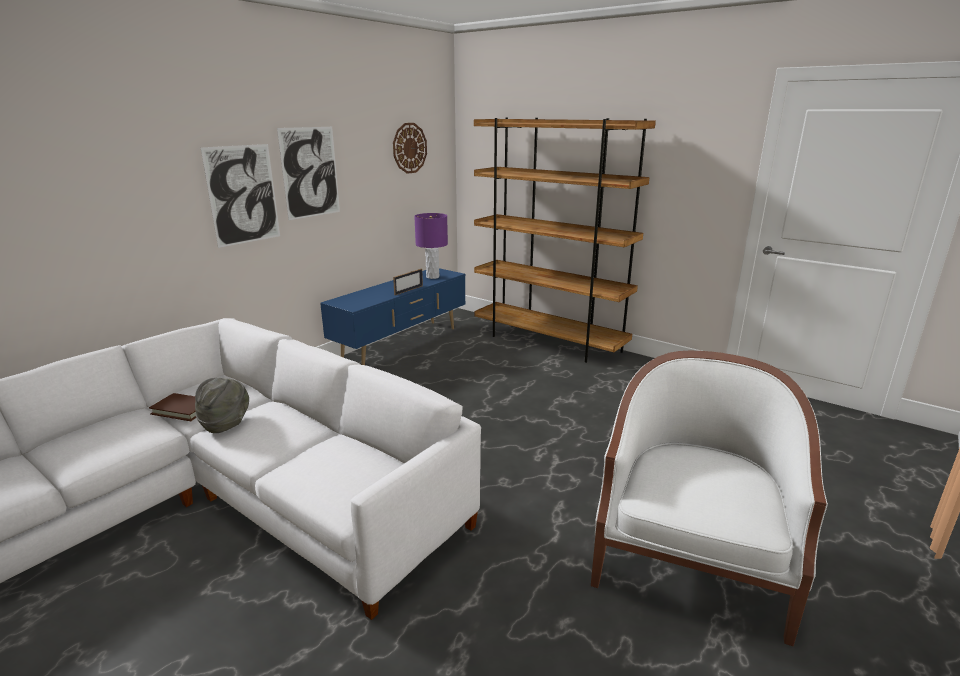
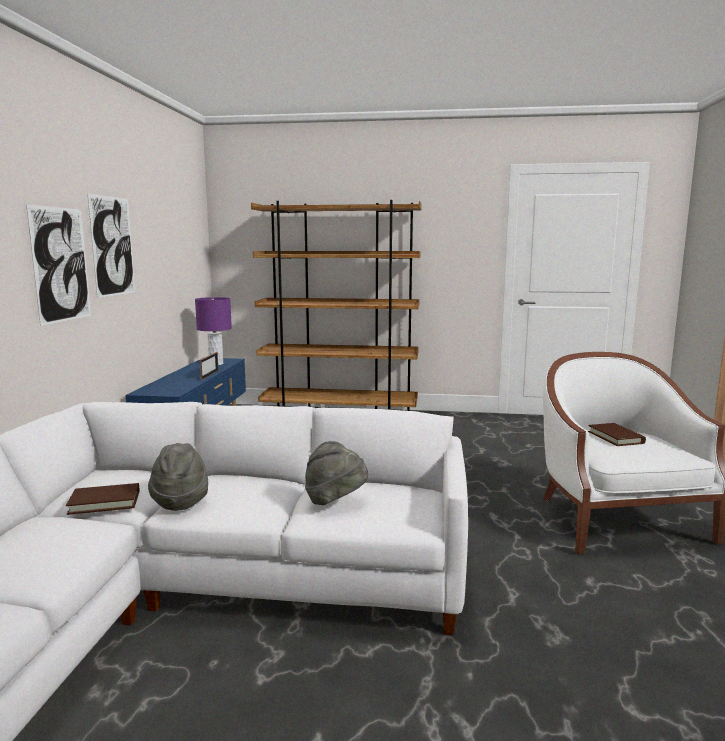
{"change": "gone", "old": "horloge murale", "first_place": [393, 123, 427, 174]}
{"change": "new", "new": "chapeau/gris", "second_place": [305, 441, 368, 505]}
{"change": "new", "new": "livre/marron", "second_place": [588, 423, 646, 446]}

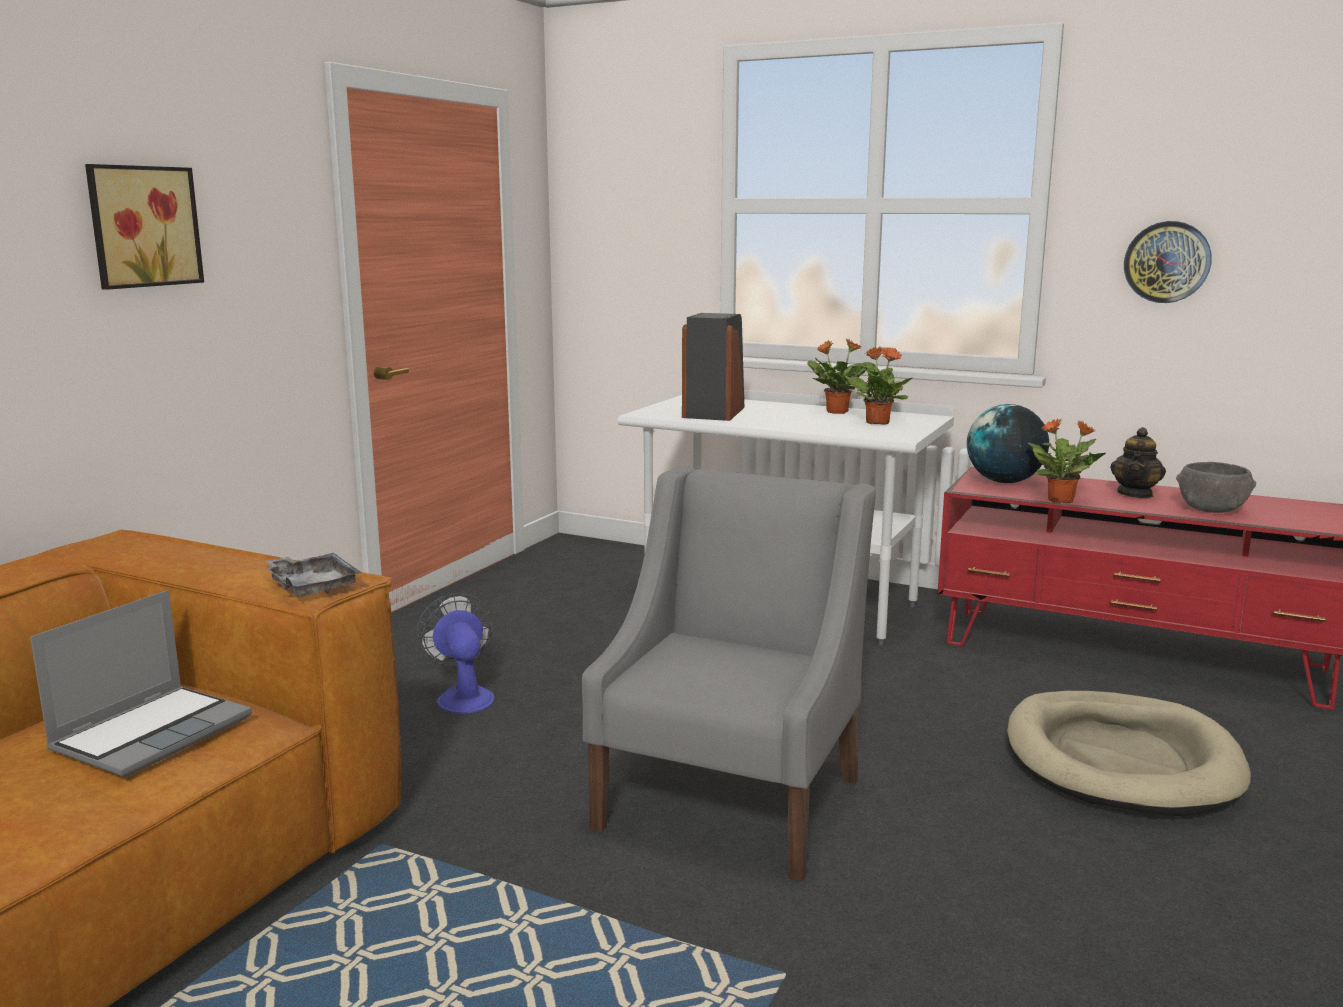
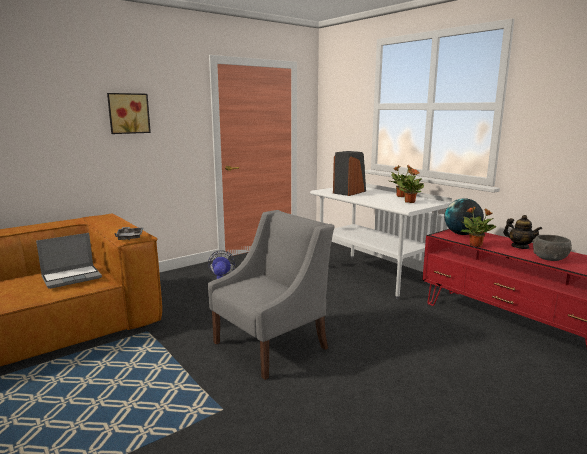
{"change": "gone", "old": "panier pour chien/beige", "first_place": [1007, 691, 1251, 816]}
{"change": "rotated", "old": "théière", "first_place": [1110, 427, 1166, 499], "second_place": [503, 215, 542, 249], "degrees": -90}
{"change": "gone", "old": "horloge murale", "first_place": [1124, 221, 1212, 303]}

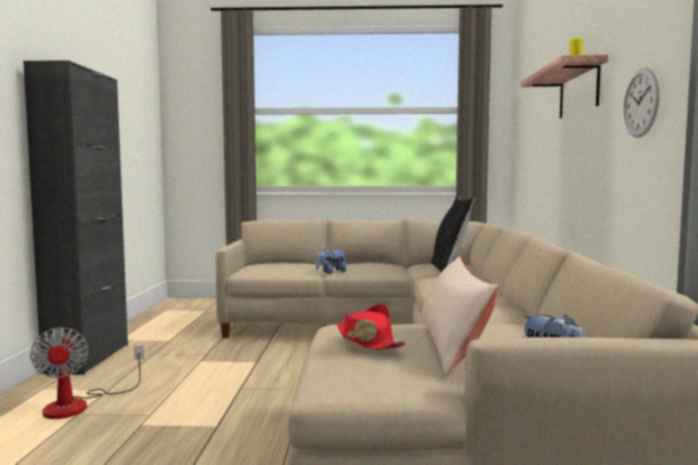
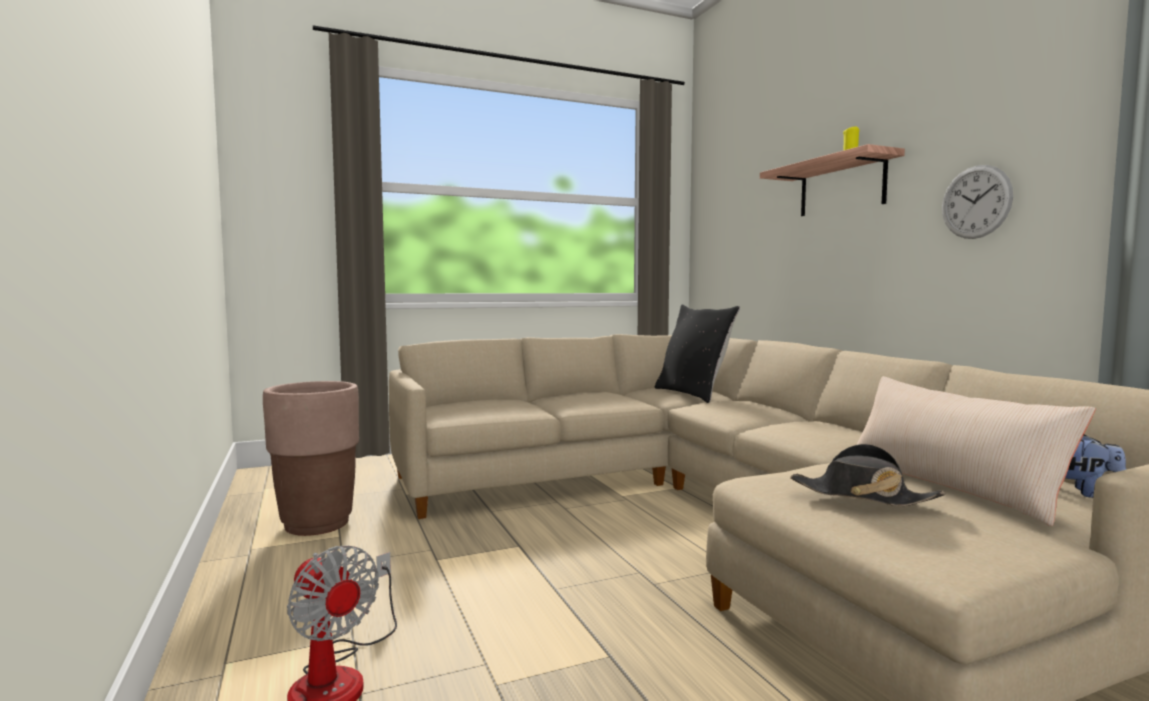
{"change": "gone", "old": "meuble de rangement/noir", "first_place": [23, 60, 128, 375]}
{"change": "gone", "old": "peluche", "first_place": [316, 248, 347, 274]}
{"change": "repainted", "old": "chapeau/rouge", "new": "chapeau/noir", "first_place": [337, 304, 406, 350], "second_place": [790, 444, 945, 506]}
{"change": "new", "new": "cache-pot/marron", "second_place": [263, 381, 359, 536]}

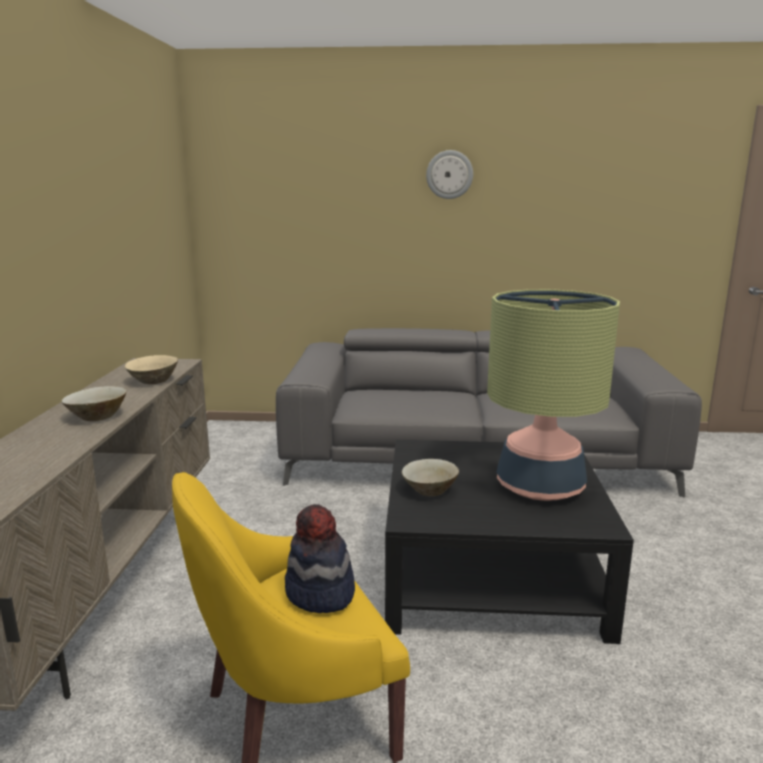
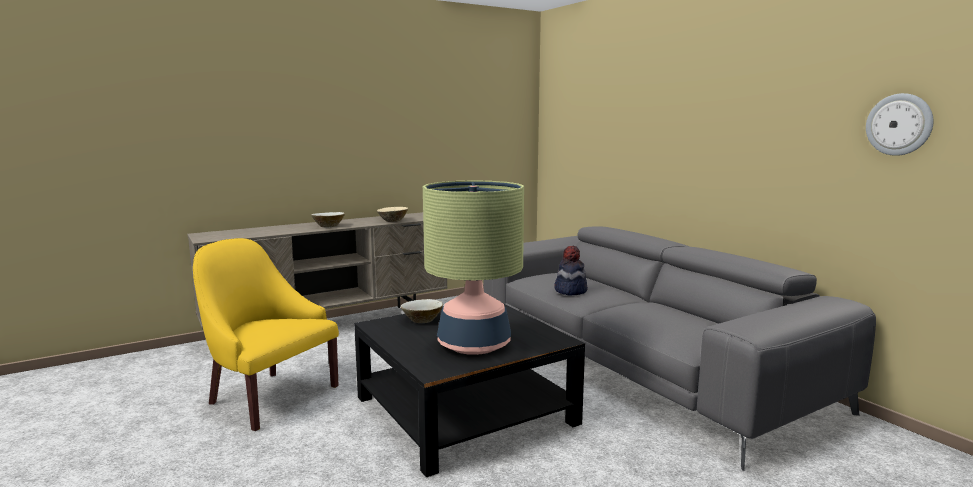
{"change": "shifted", "old": "chapeau", "first_place": [285, 504, 355, 613], "second_place": [554, 246, 588, 296]}
{"change": "shifted", "old": "horloge murale", "first_place": [426, 150, 473, 199], "second_place": [866, 93, 933, 156]}

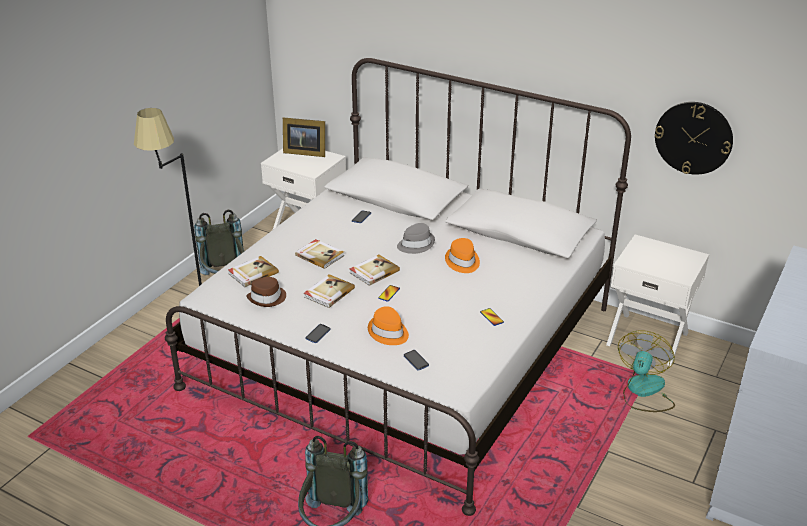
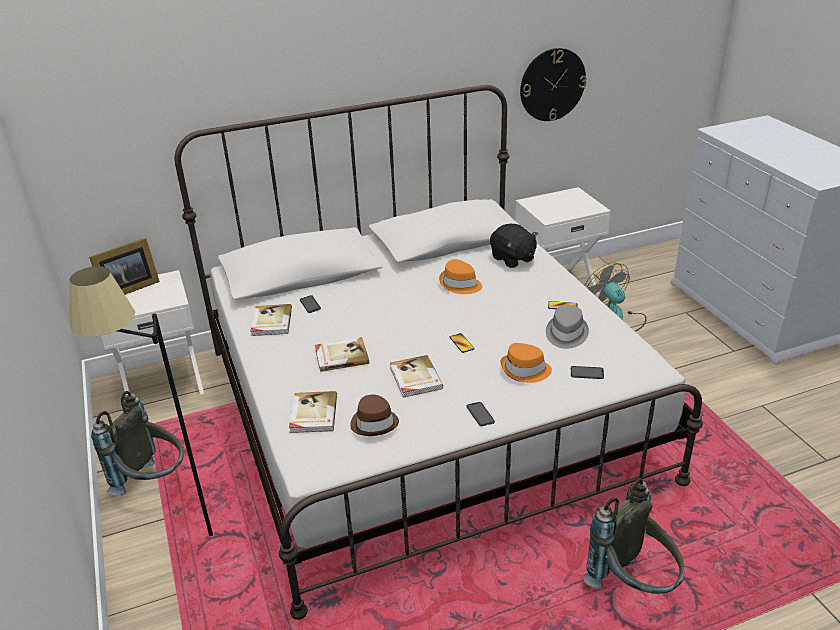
{"change": "shifted", "old": "livre", "first_place": [349, 254, 400, 286], "second_place": [250, 304, 292, 336]}
{"change": "shifted", "old": "chapeau/gris", "first_place": [397, 223, 435, 254], "second_place": [546, 305, 589, 349]}
{"change": "new", "new": "peluche/noir", "second_place": [490, 223, 538, 268]}

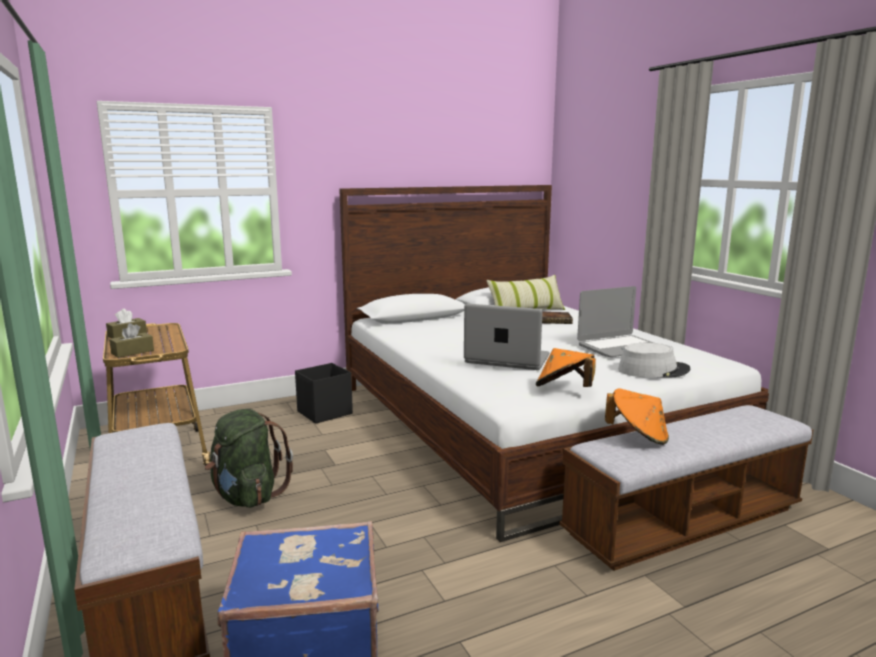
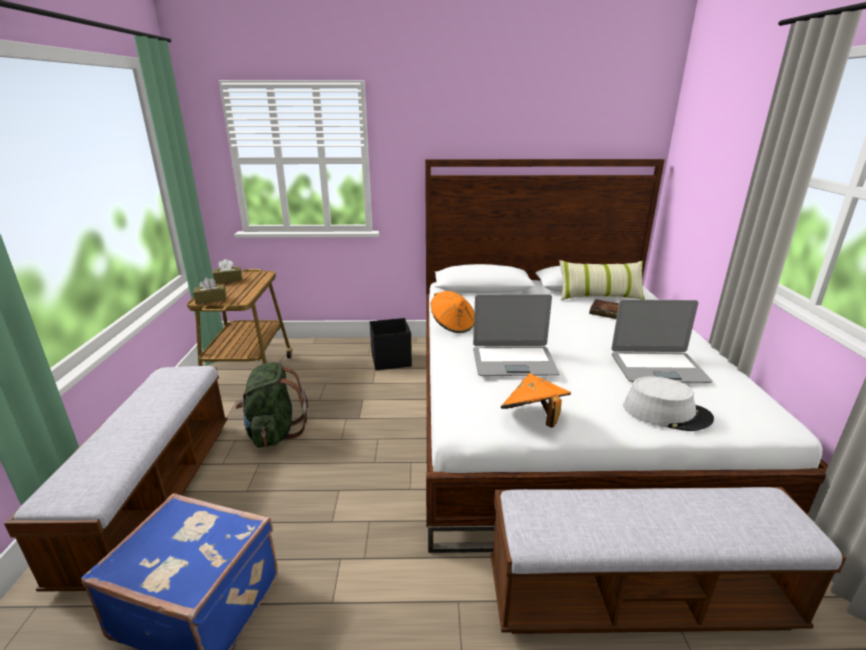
{"change": "rotated", "old": "ordinateur portable", "first_place": [464, 303, 549, 370], "second_place": [473, 294, 560, 376], "degrees": 135}
{"change": "shifted", "old": "chapeau/orange", "first_place": [605, 389, 669, 445], "second_place": [431, 291, 474, 333]}

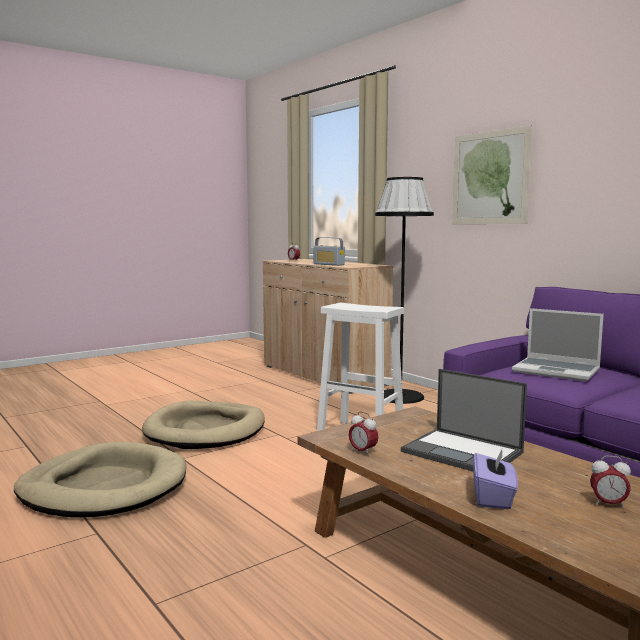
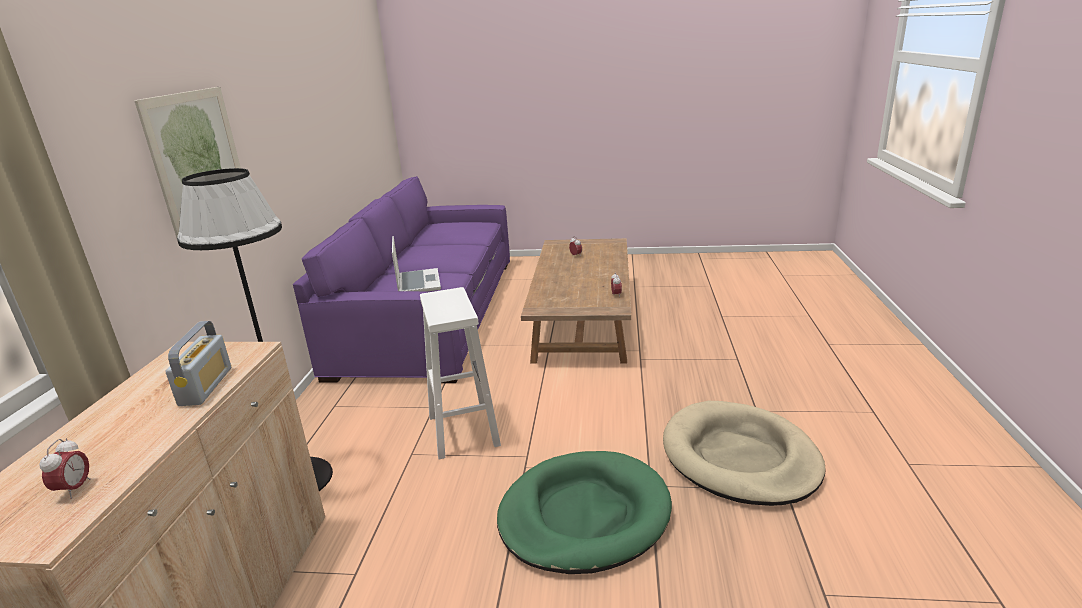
{"change": "repainted", "old": "panier pour chien/beige", "new": "panier pour chien/vert", "first_place": [142, 401, 265, 449], "second_place": [497, 451, 672, 574]}
{"change": "gone", "old": "ordinateur portable", "first_place": [401, 369, 527, 471]}
{"change": "gone", "old": "boîte à mouchoirs/violet", "first_place": [473, 447, 518, 509]}

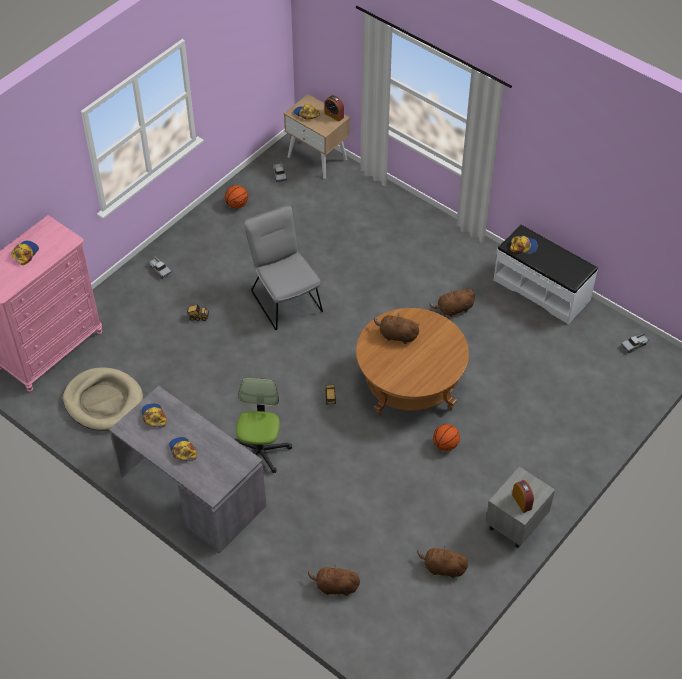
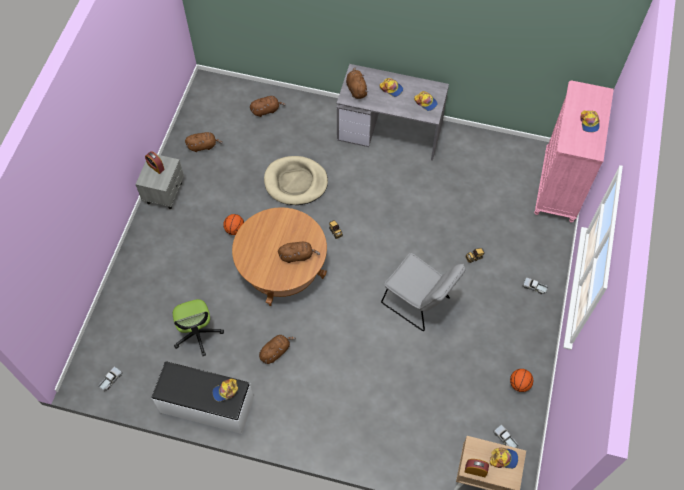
{"change": "shifted", "old": "panier pour chien/beige", "first_place": [63, 367, 143, 431], "second_place": [264, 156, 328, 205]}
{"change": "shifted", "old": "chaise de bureau", "first_place": [234, 378, 292, 473], "second_place": [173, 299, 224, 356]}
{"change": "new", "new": "peluche/marron", "second_place": [346, 67, 368, 99]}

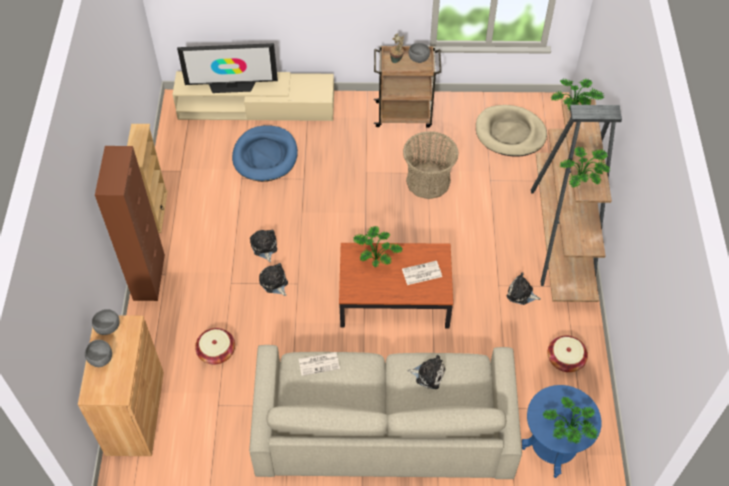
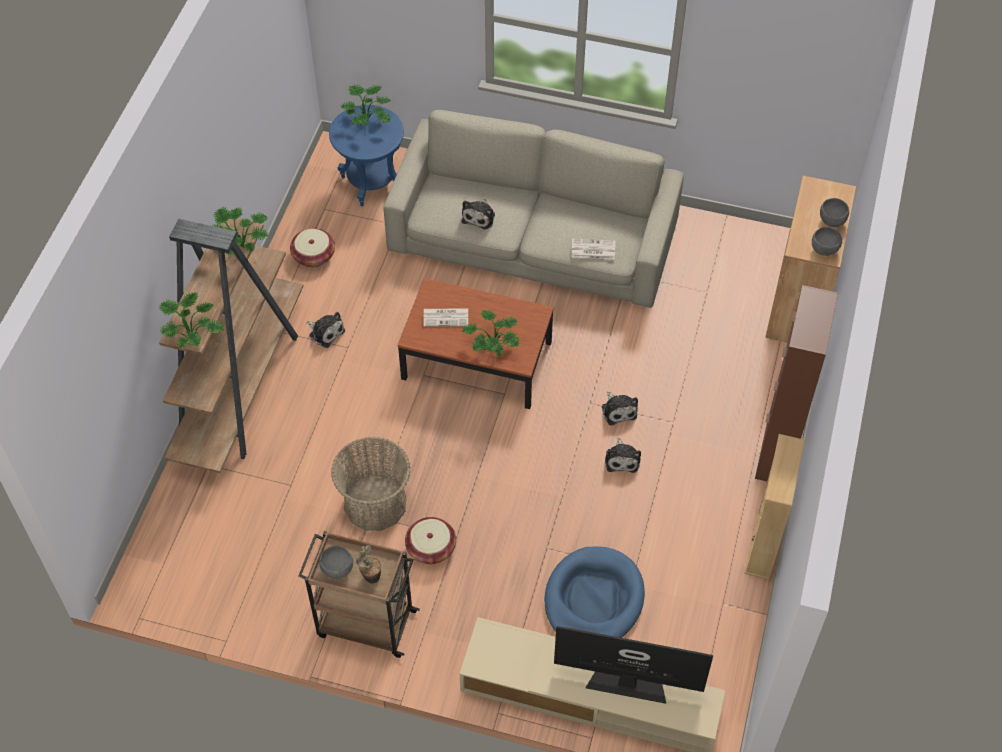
{"change": "shifted", "old": "panier", "first_place": [195, 328, 235, 365], "second_place": [405, 517, 456, 564]}
{"change": "rotated", "old": "peluche", "first_place": [407, 355, 445, 389], "second_place": [462, 199, 495, 229], "degrees": -105}
{"change": "gone", "old": "panier pour chien/beige", "first_place": [476, 105, 547, 157]}

